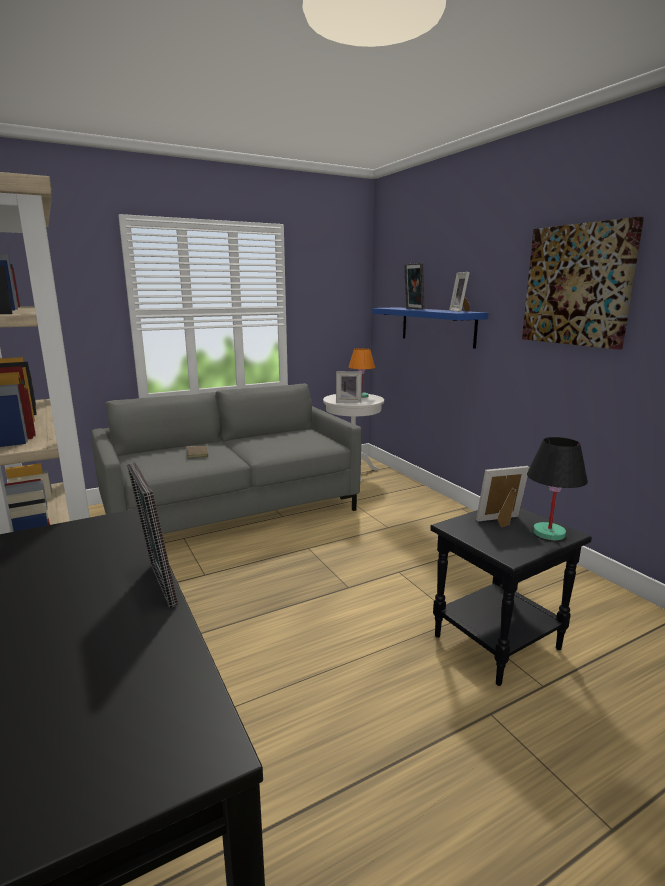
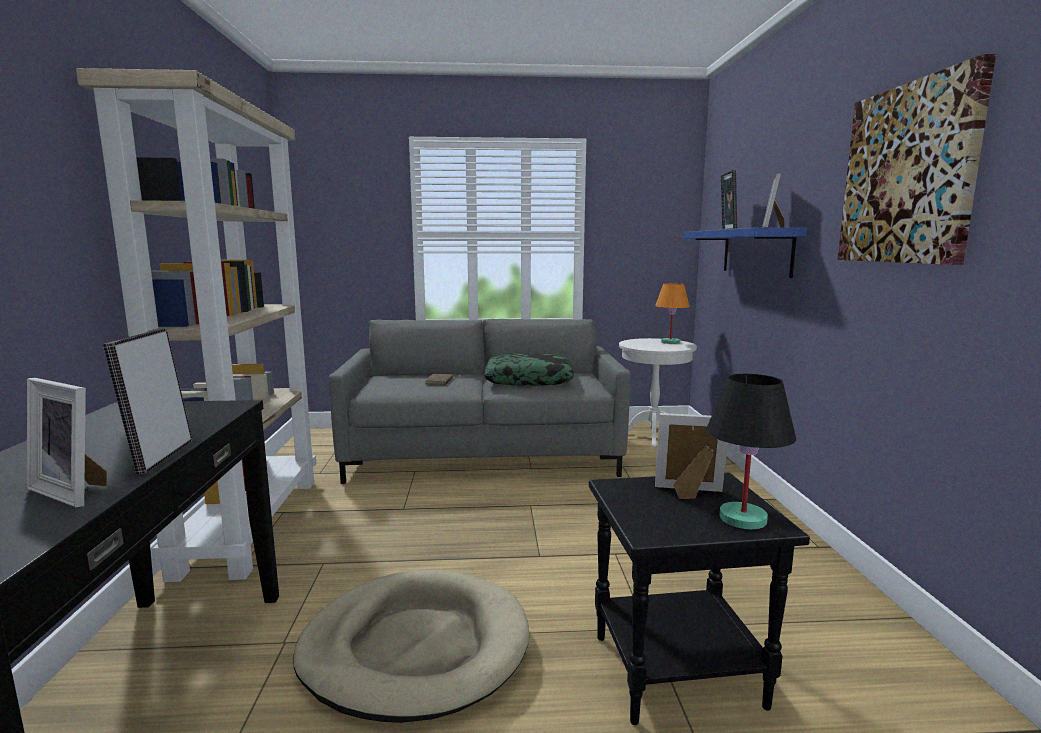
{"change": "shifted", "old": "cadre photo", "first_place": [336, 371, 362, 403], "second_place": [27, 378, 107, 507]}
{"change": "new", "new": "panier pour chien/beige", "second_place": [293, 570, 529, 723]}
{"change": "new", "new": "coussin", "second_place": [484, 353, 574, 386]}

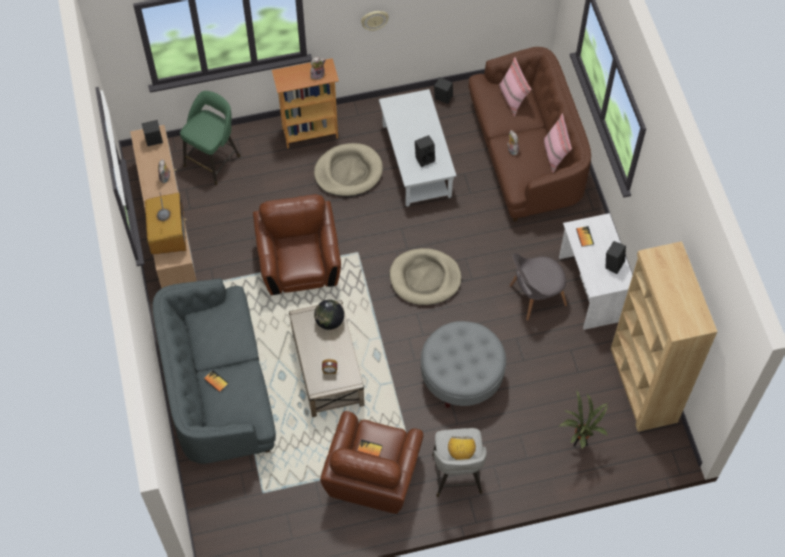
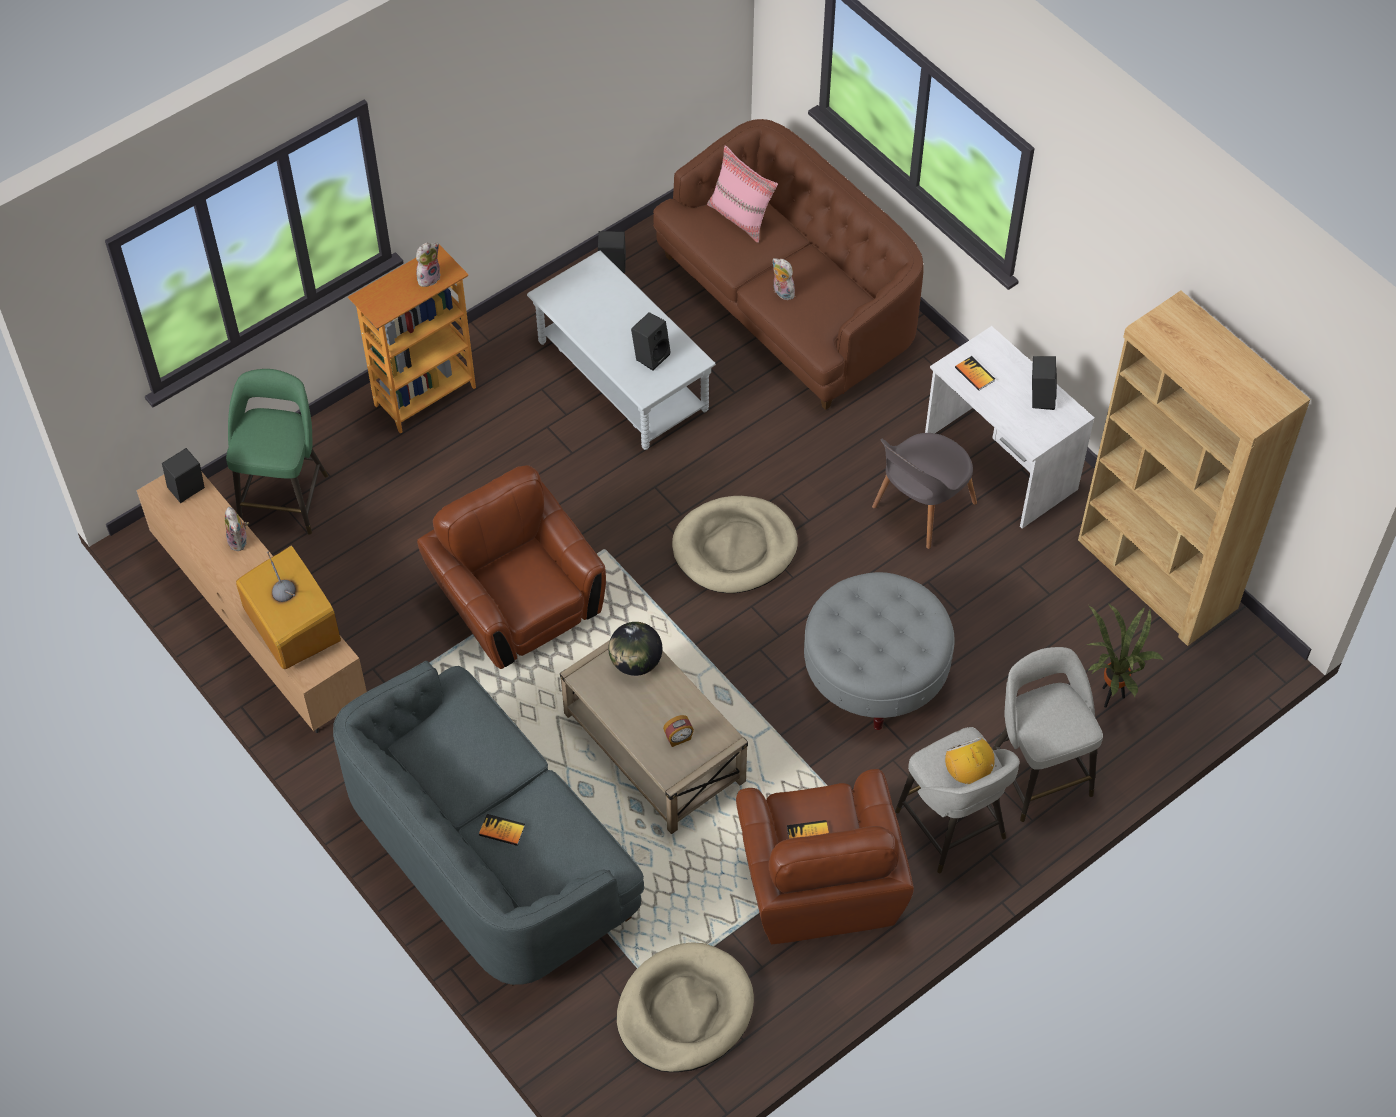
{"change": "shifted", "old": "panier pour chien/beige", "first_place": [314, 143, 383, 197], "second_place": [616, 942, 754, 1072]}
{"change": "gone", "old": "horloge murale", "first_place": [361, 11, 389, 31]}
{"change": "gone", "old": "coussin/rose", "first_place": [544, 114, 572, 173]}
{"change": "new", "new": "tabouret/gris", "second_place": [992, 647, 1103, 822]}

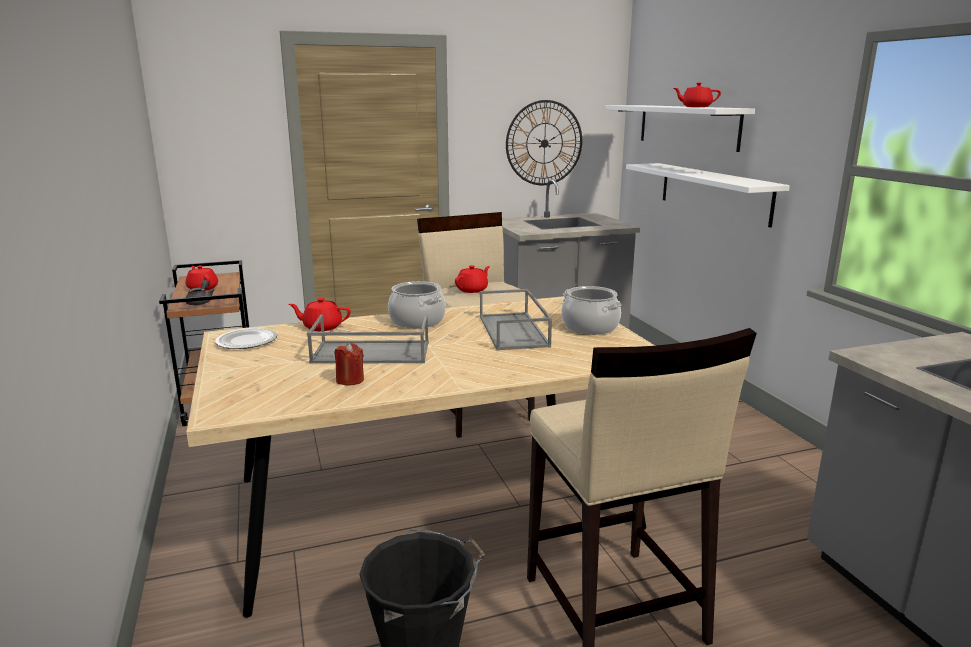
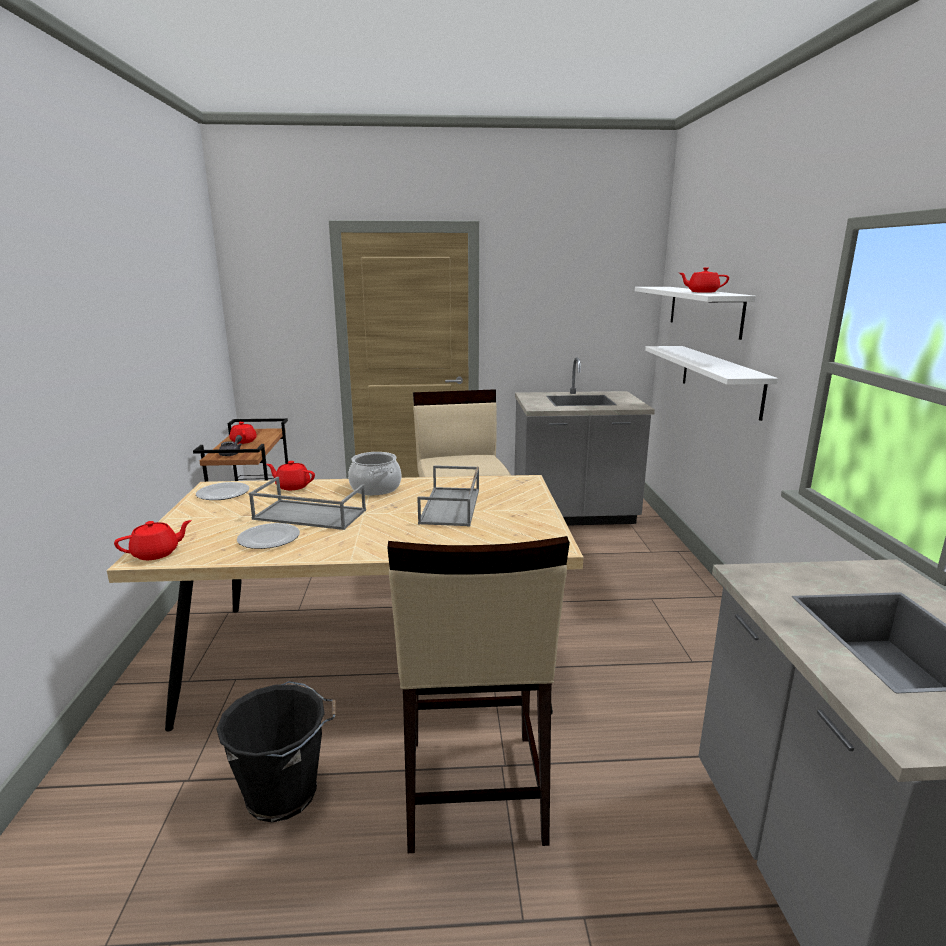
{"change": "swapped", "old": "bougie/rouge", "new": "assiette", "first_place": [334, 343, 364, 385], "second_place": [237, 523, 300, 549]}
{"change": "shifted", "old": "théière/rouge", "first_place": [455, 265, 490, 293], "second_place": [114, 520, 192, 560]}
{"change": "gone", "old": "horloge murale", "first_place": [506, 100, 582, 185]}
{"change": "gone", "old": "marmite", "first_place": [561, 286, 621, 335]}

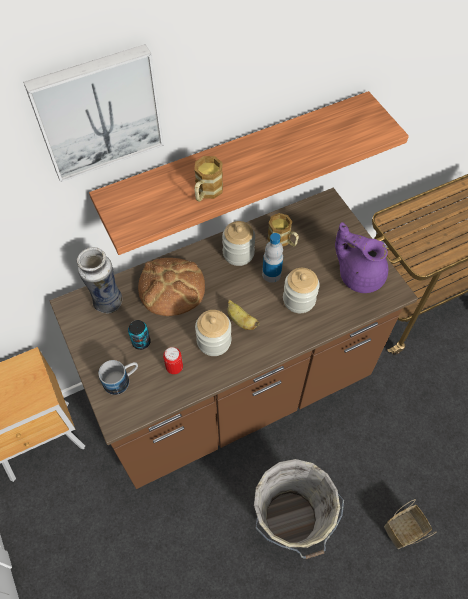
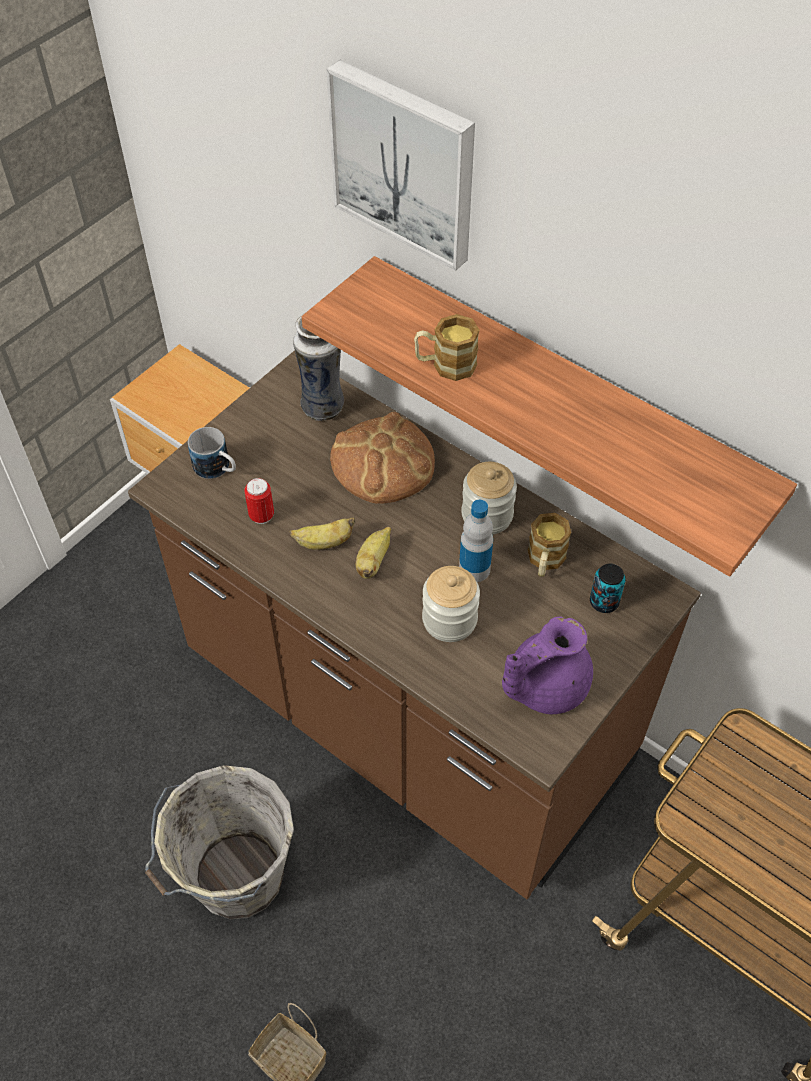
{"change": "shifted", "old": "boîte métallique", "first_place": [128, 320, 151, 350], "second_place": [590, 564, 626, 613]}
{"change": "swapped", "old": "bocal", "new": "banane", "first_place": [195, 310, 231, 356], "second_place": [290, 517, 355, 550]}
{"change": "rotated", "old": "théière/violet", "first_place": [335, 222, 388, 293], "second_place": [502, 616, 593, 714], "degrees": -135}

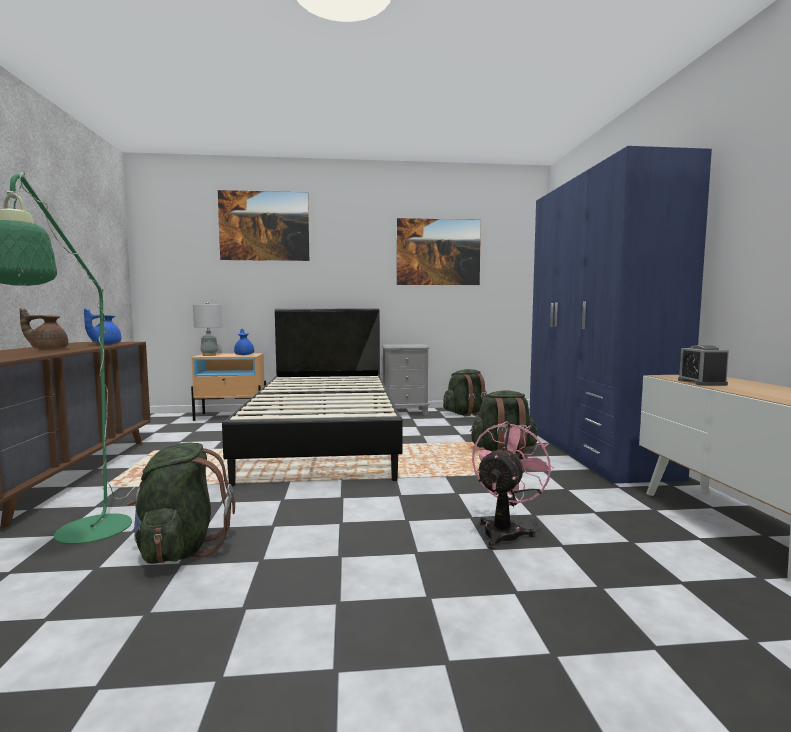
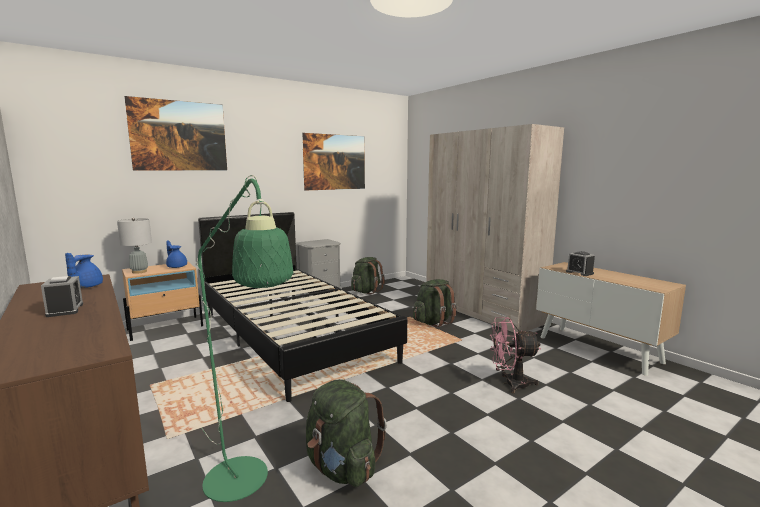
{"change": "swapped", "old": "théière/marron", "new": "réveil", "first_place": [19, 308, 69, 350], "second_place": [41, 276, 83, 317]}
{"change": "rotated", "old": "ventilateur/rose", "first_place": [472, 421, 554, 549], "second_place": [490, 317, 541, 393], "degrees": -90}
{"change": "repainted", "old": "armoire/bleu", "new": "armoire/beige", "first_place": [529, 146, 712, 484], "second_place": [426, 124, 564, 333]}

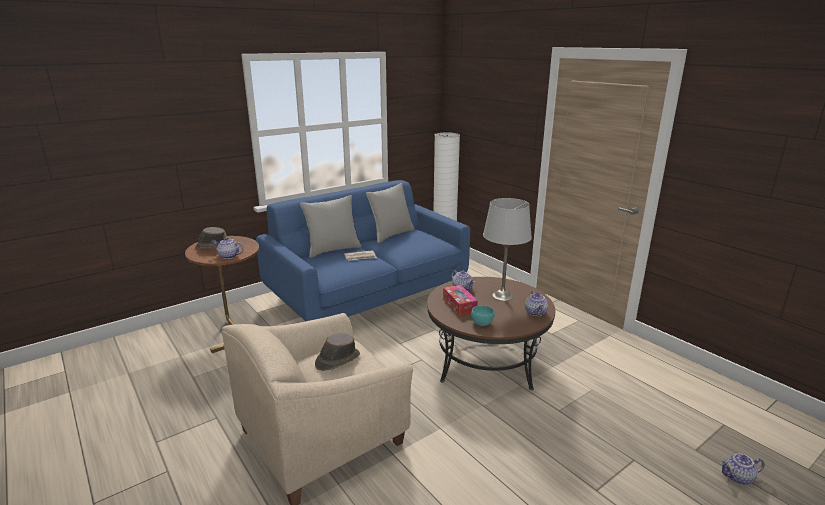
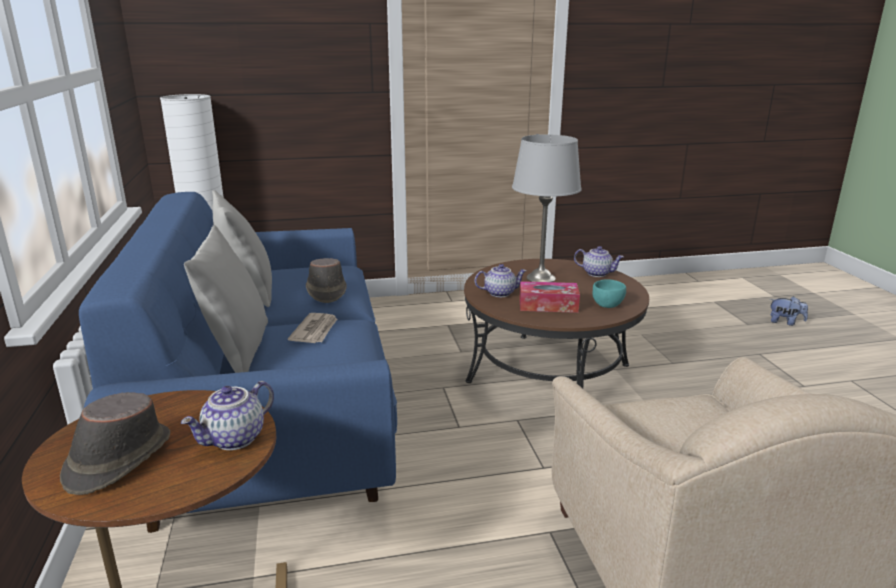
{"change": "shifted", "old": "chapeau/marron", "first_place": [315, 333, 360, 371], "second_place": [306, 258, 347, 303]}
{"change": "swapped", "old": "théière", "new": "peluche", "first_place": [720, 454, 765, 485], "second_place": [770, 296, 808, 326]}

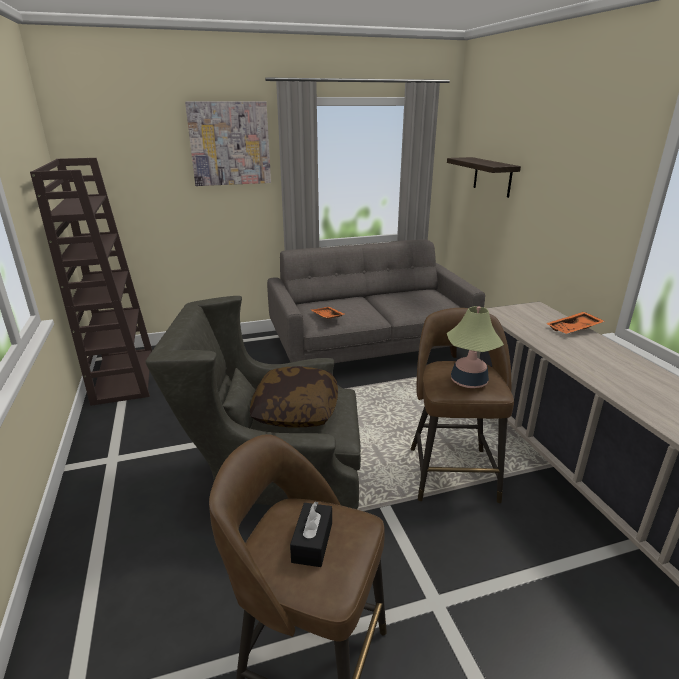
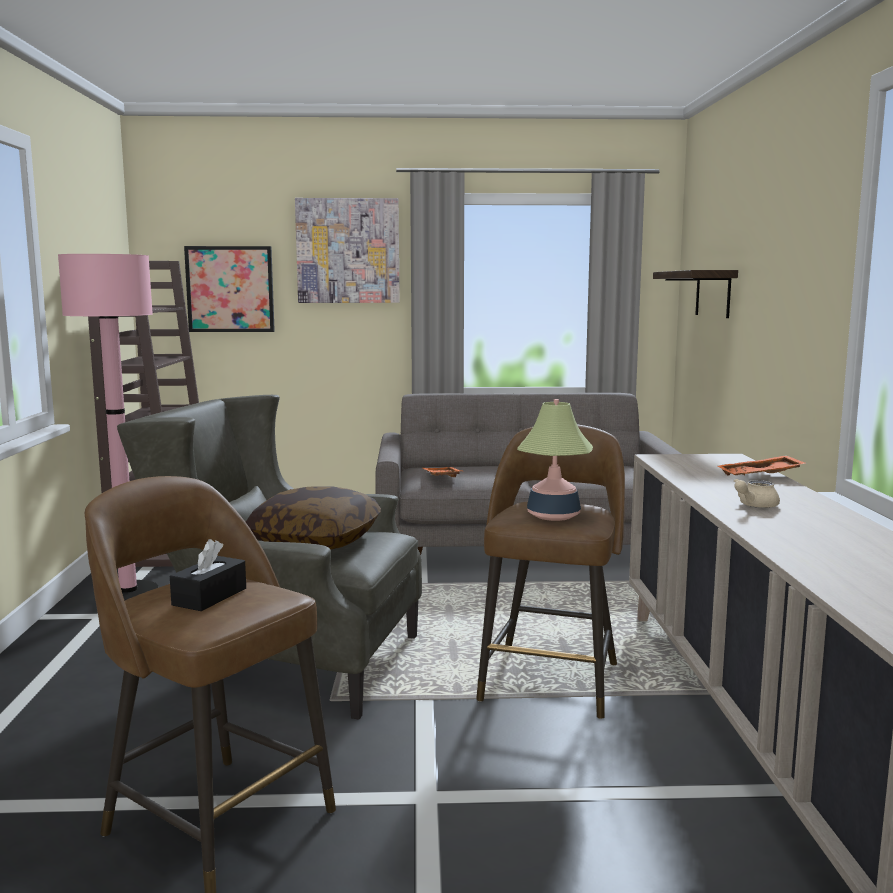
{"change": "new", "new": "lampadaire/rose", "second_place": [58, 254, 159, 601]}
{"change": "new", "new": "tableau", "second_place": [184, 246, 275, 332]}
{"change": "new", "new": "théière/beige", "second_place": [734, 479, 780, 508]}

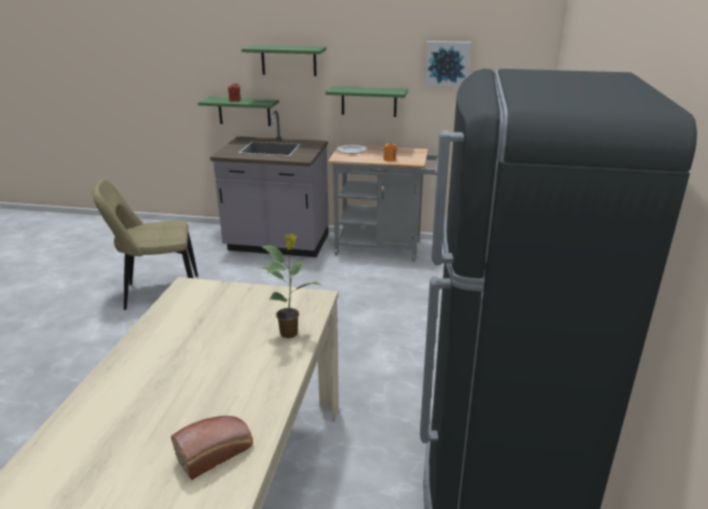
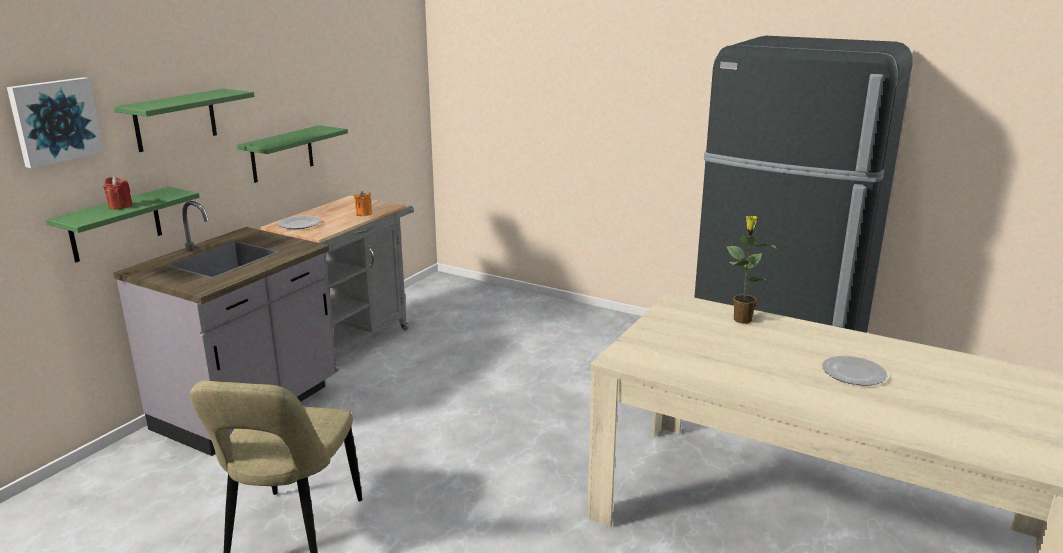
{"change": "gone", "old": "pain", "first_place": [171, 416, 253, 480]}
{"change": "shifted", "old": "tableau", "first_place": [424, 41, 471, 87], "second_place": [7, 77, 104, 168]}
{"change": "new", "new": "assiette", "second_place": [822, 356, 887, 385]}

